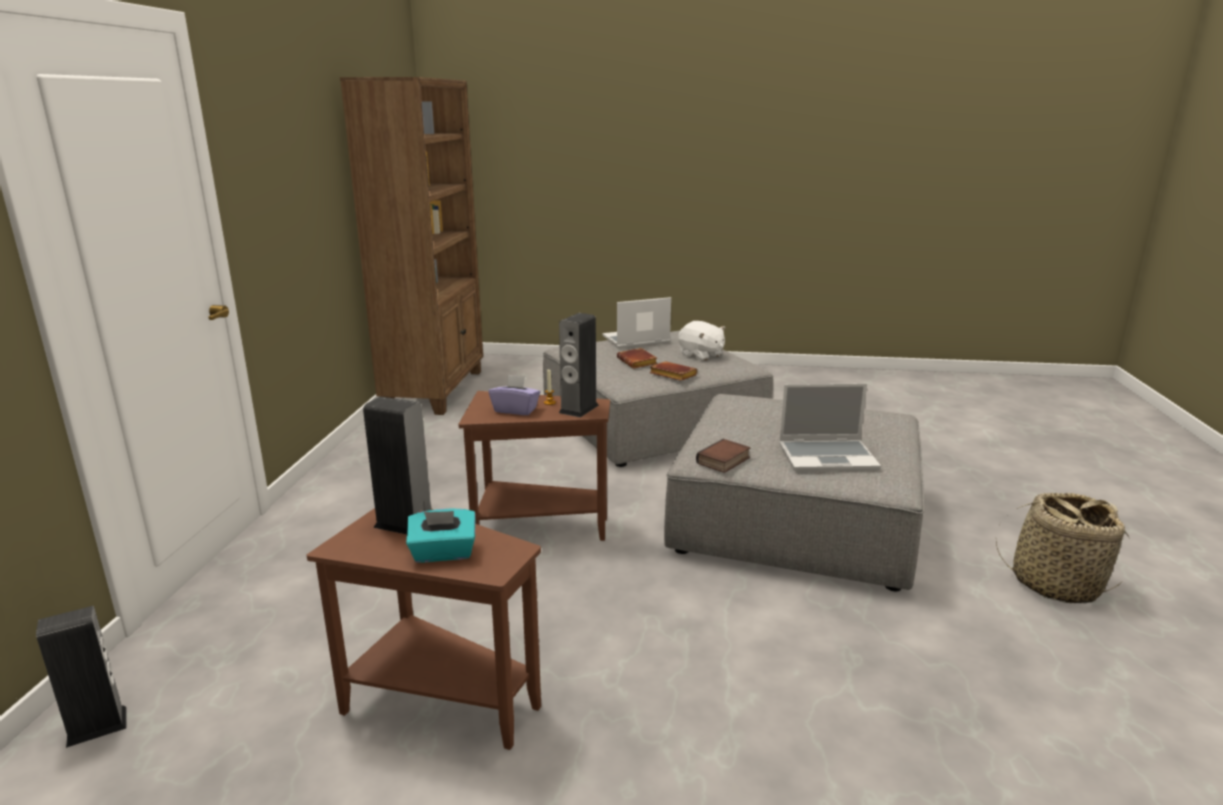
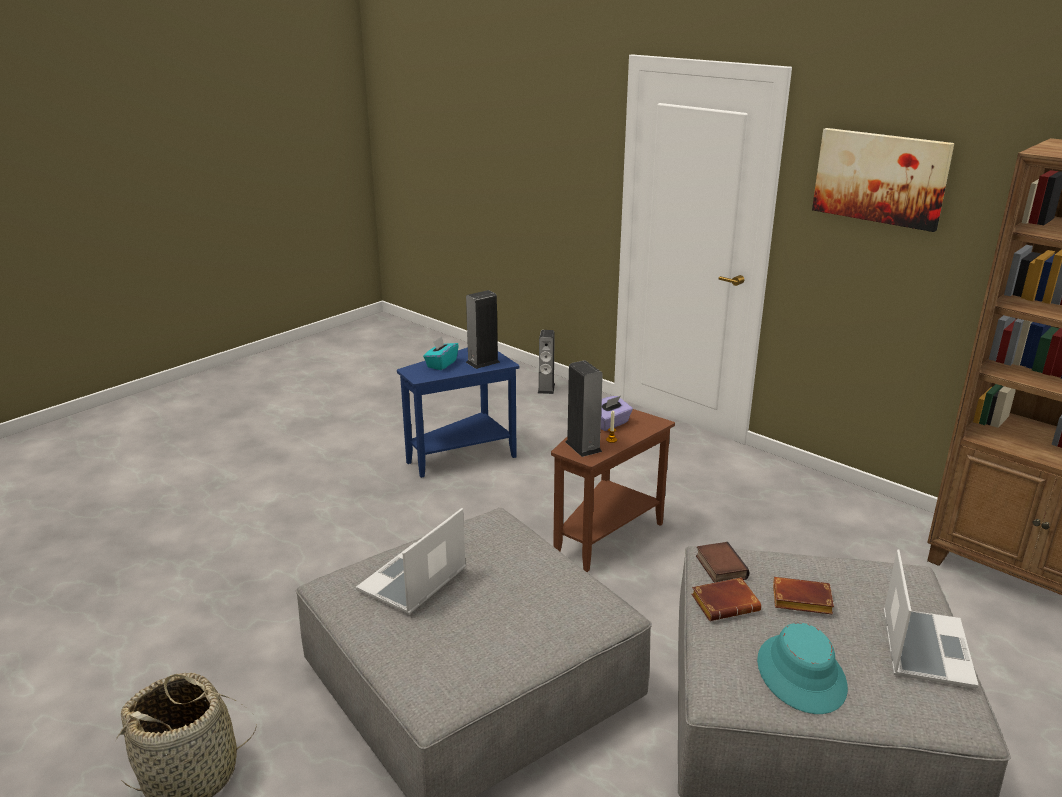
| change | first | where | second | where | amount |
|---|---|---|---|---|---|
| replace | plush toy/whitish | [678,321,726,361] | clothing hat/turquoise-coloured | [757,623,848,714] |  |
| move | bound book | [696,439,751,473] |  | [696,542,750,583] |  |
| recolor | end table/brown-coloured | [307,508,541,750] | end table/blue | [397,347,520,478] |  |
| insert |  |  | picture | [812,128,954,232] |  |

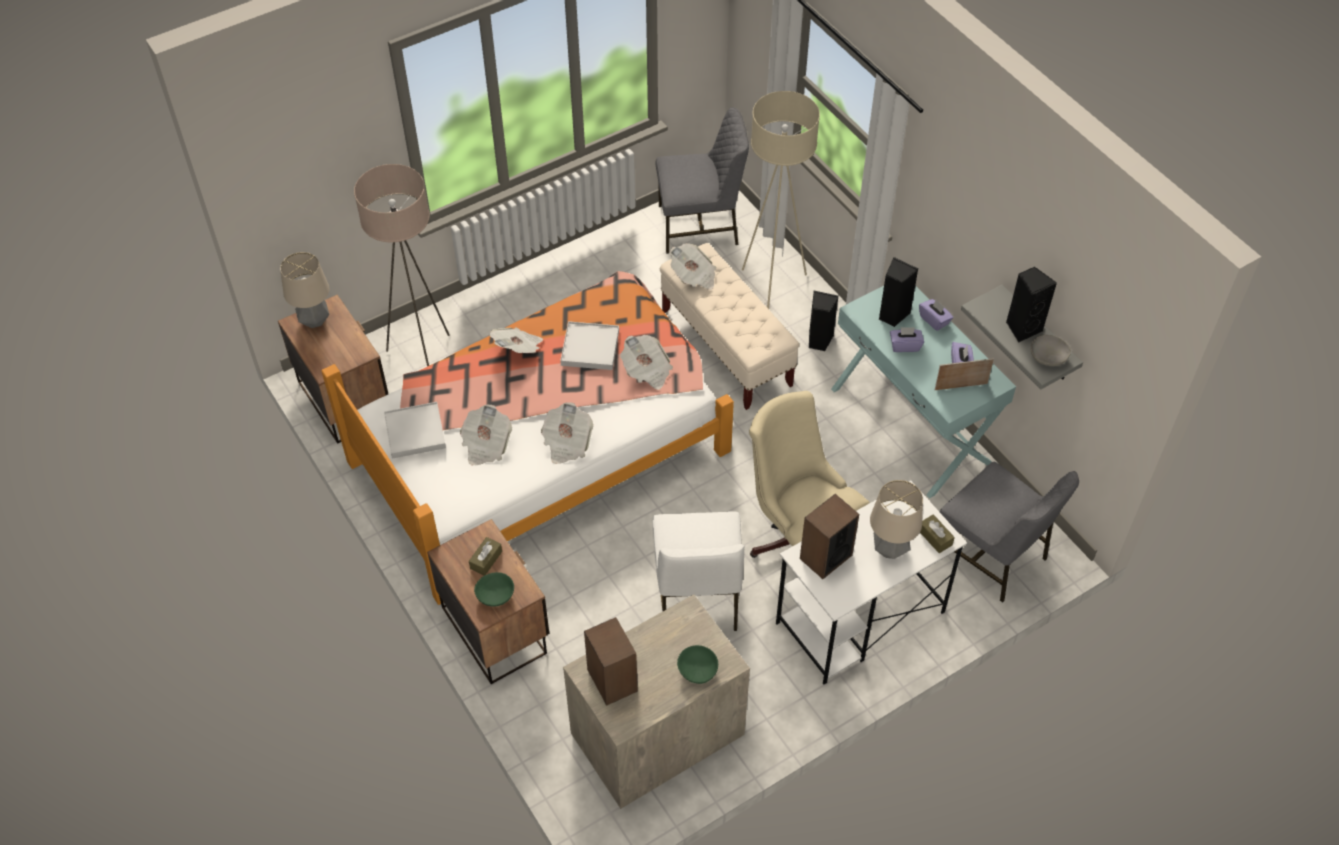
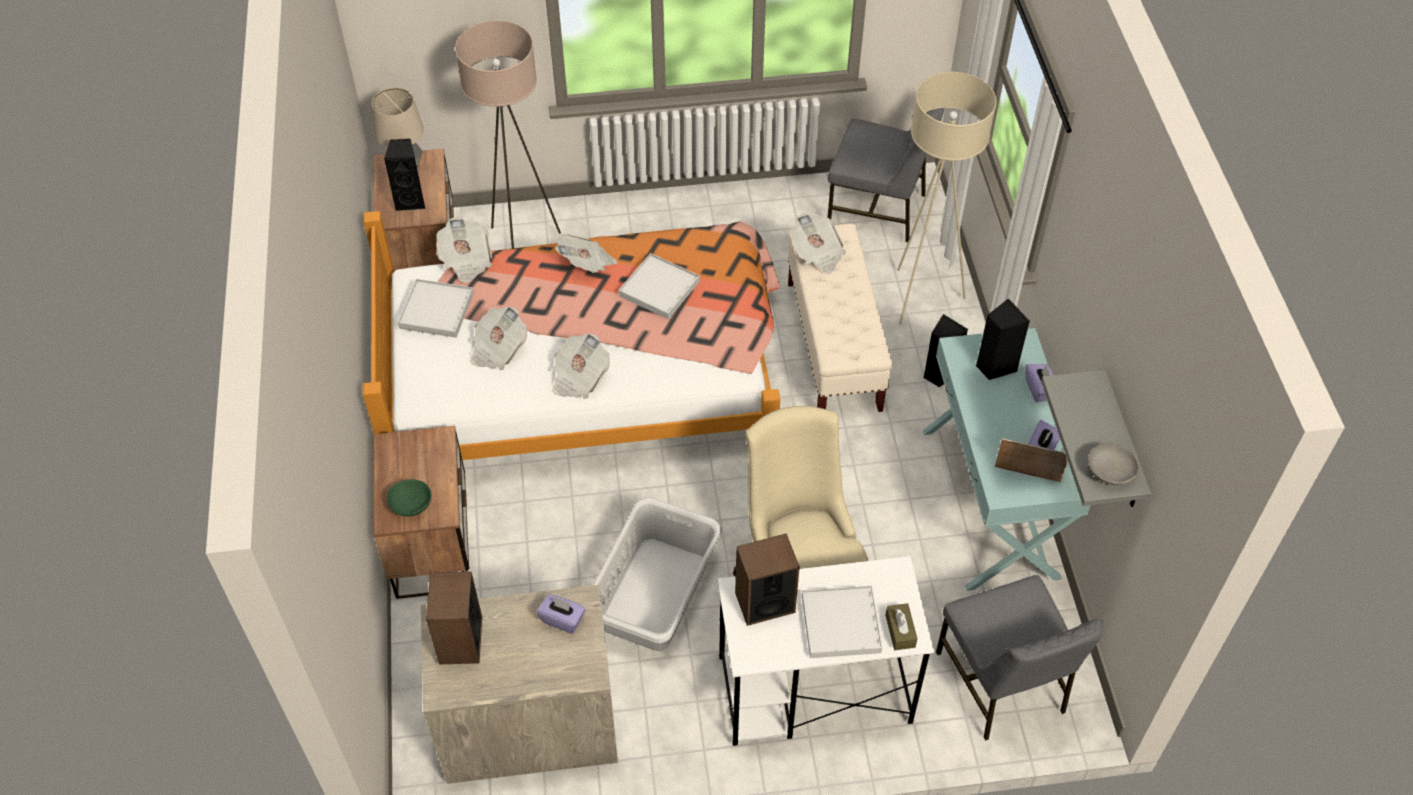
| change | first | where | second | where | amount |
|---|---|---|---|---|---|
| move | loudspeaker/black | [1006,267,1057,342] |  | [384,139,425,211] |  |
| move | tissue box/purplish | [890,327,924,352] |  | [536,594,586,634] |  |
| move | printed paper | [620,335,673,390] |  | [436,217,492,283] |  |
| replace | tabletop lamp | [870,480,923,559] | serving tray/whitish | [802,585,882,658] |  |
| replace | chair/whitish | [652,511,744,631] | laundry basket/greyish | [593,497,721,651] |  |
| delete | tissue box/brown-coloured | [469,537,502,576] |  |  |  |
| delete | serving bowl/greenish | [677,645,718,684] |  |  |  |

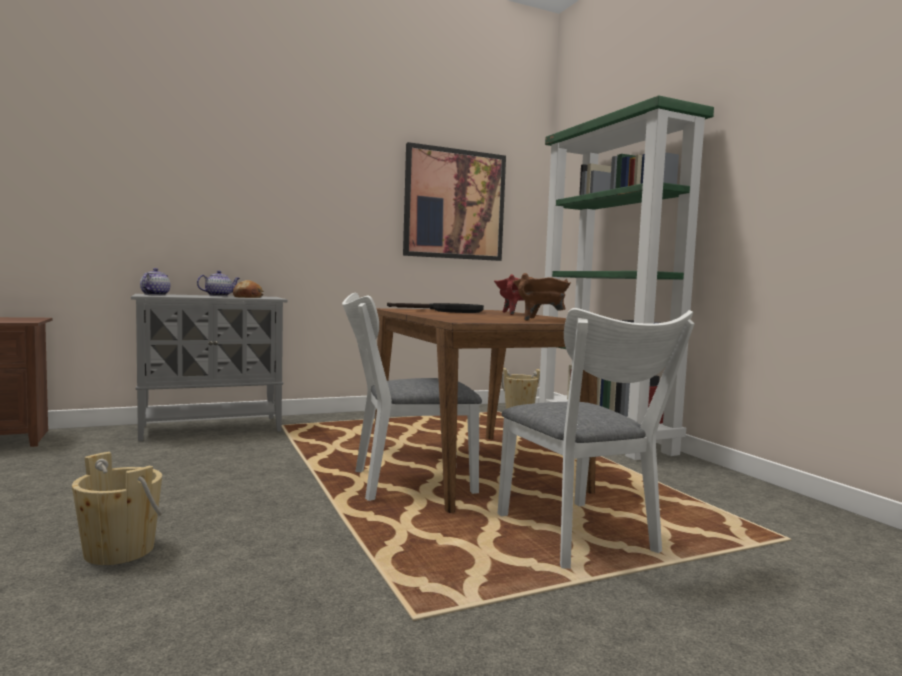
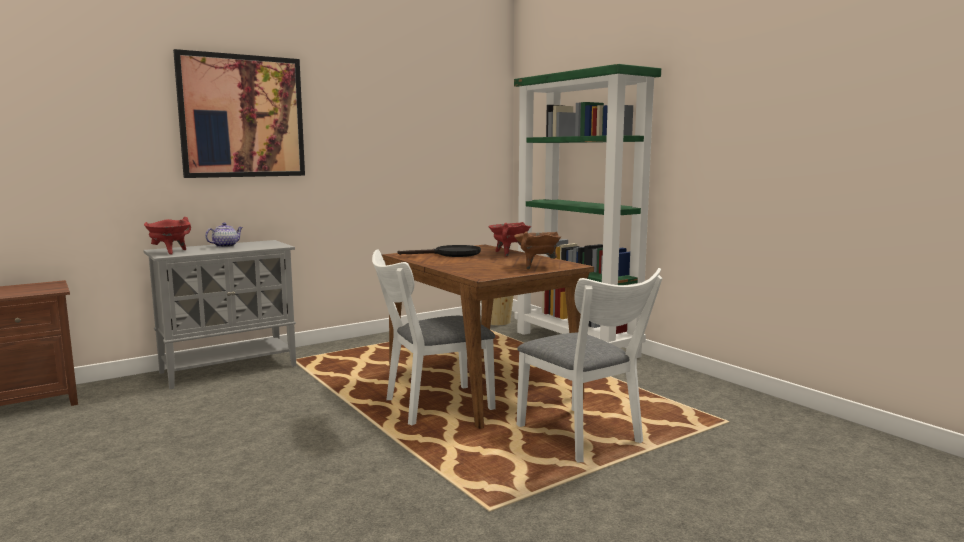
| change | first | where | second | where | amount |
|---|---|---|---|---|---|
| move | picture | [403,142,506,261] |  | [173,49,305,178] |  |
| replace | teapot | [140,268,170,295] | cooking pot/reddish | [144,217,191,255] |  |
| delete | bakery bread | [233,280,264,298] |  |  |  |
| delete | bucket/beige-coloured | [72,452,162,565] |  |  |  |

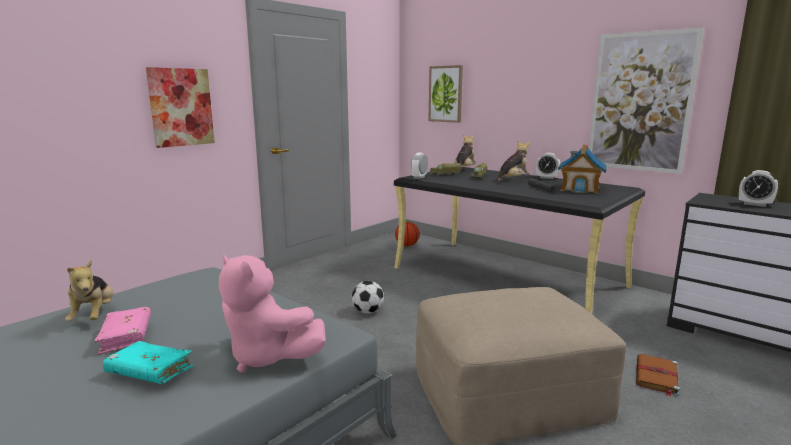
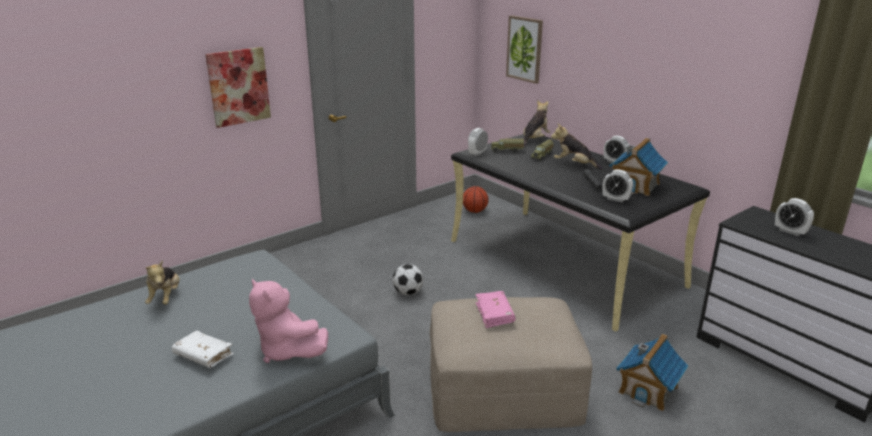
| change | first | where | second | where | amount |
|---|---|---|---|---|---|
| delete | picture | [589,27,704,174] |  |  |  |
| rotate | plush toy | [496,141,531,184] |  | [551,123,603,170] | 120 degrees counterclockwise |
| move | bound book/pink | [94,307,151,355] |  | [476,291,516,328] |  |
| recolor | bound book/turquoise-coloured | [103,341,194,384] | bound book/whitish | [172,331,234,368] |  |
| replace | bound book/brown-coloured | [636,354,680,397] | miniature house | [616,333,688,411] |  |
| insert |  |  | table clock | [602,169,633,203] |  |

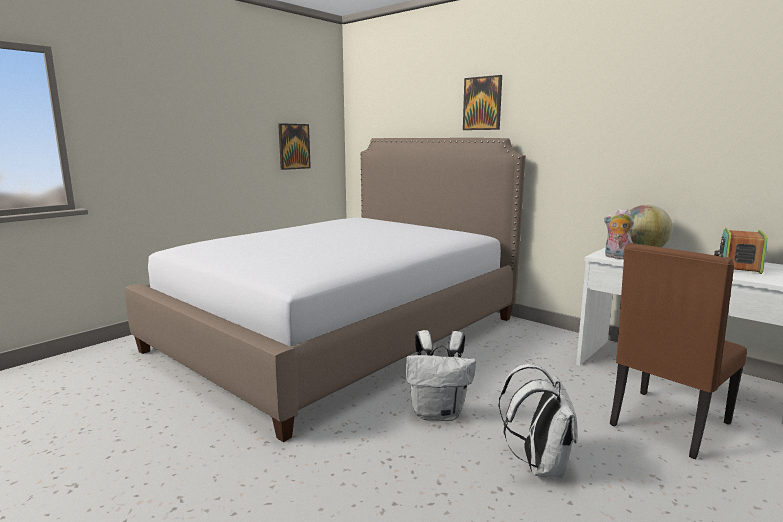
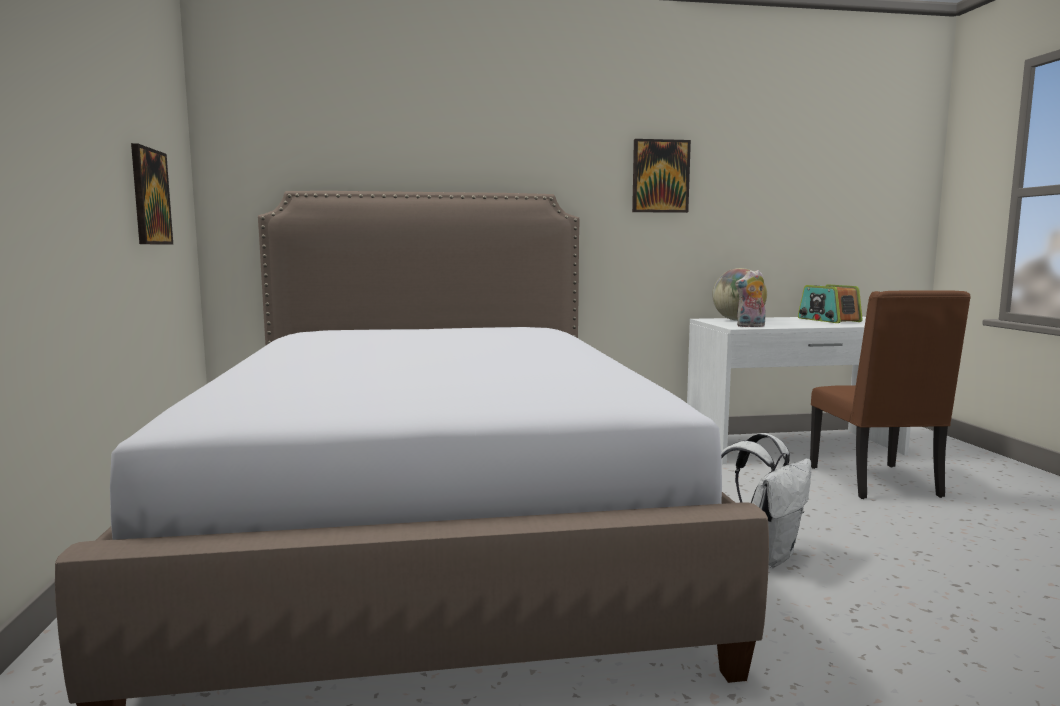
| change | first | where | second | where | amount |
|---|---|---|---|---|---|
| move | picture | [463,75,502,130] |  | [632,139,691,213] |  |
| delete | rucksack/whitish | [499,364,578,479] |  |  |  |

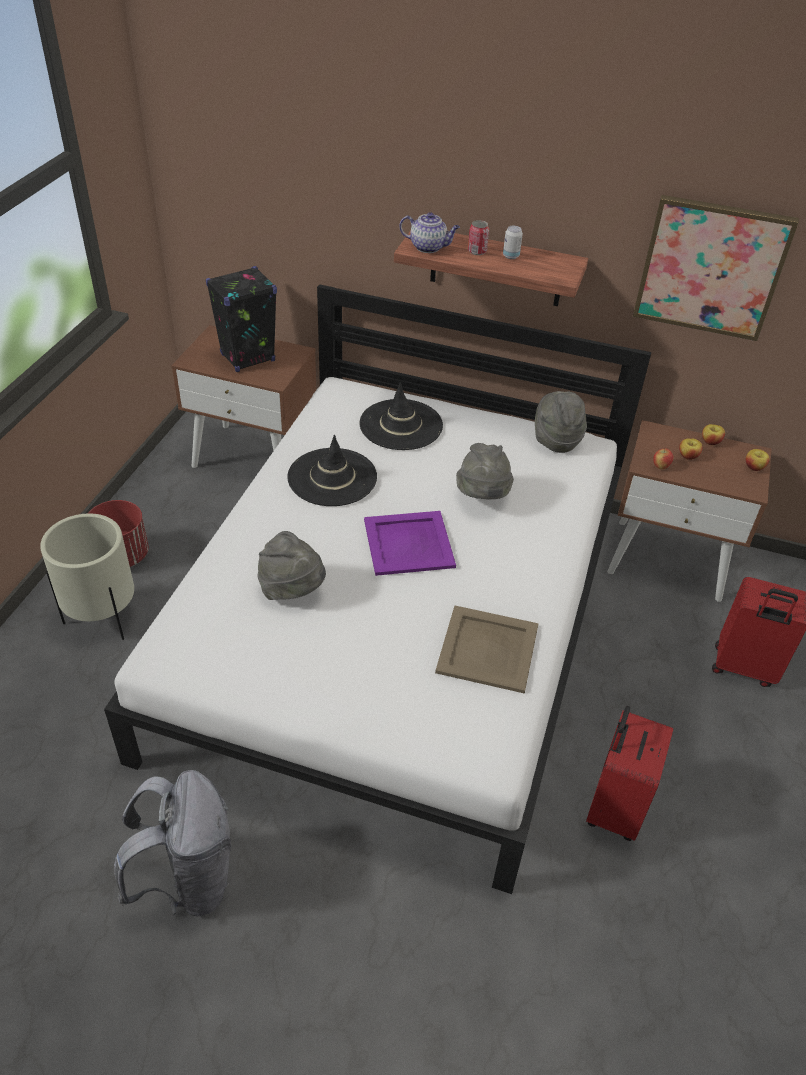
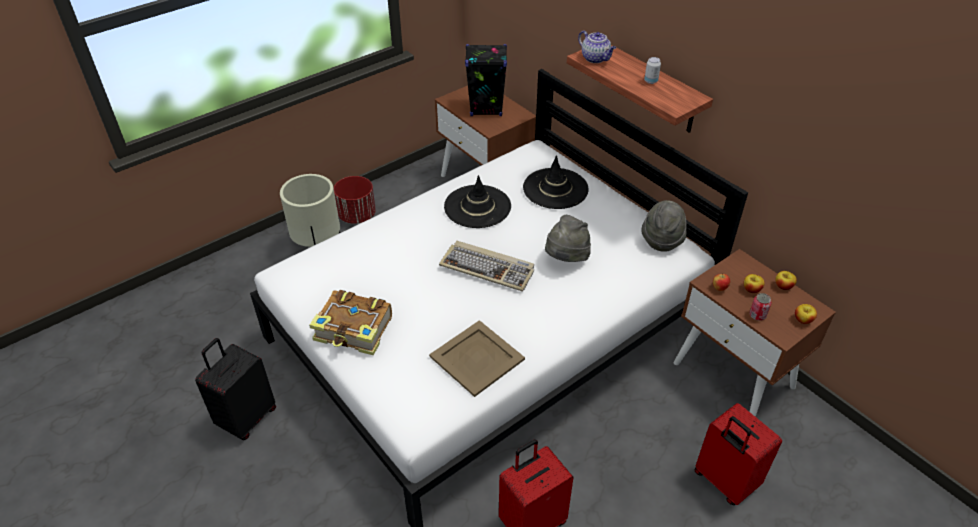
| change | first | where | second | where | amount |
|---|---|---|---|---|---|
| delete | picture | [633,195,799,341] |  |  |  |
| move | can | [468,220,489,255] |  | [749,293,772,321] |  |
| replace | serving tray/purplish | [364,511,456,576] | PC keyboard | [439,241,534,292] |  |
| delete | clothing hat/greyish | [257,531,326,600] |  |  |  |
| replace | rucksack/greyish | [114,770,231,916] | suitcase/black | [195,338,276,440] |  |
| insert |  |  | bound book | [309,290,392,356] |  |

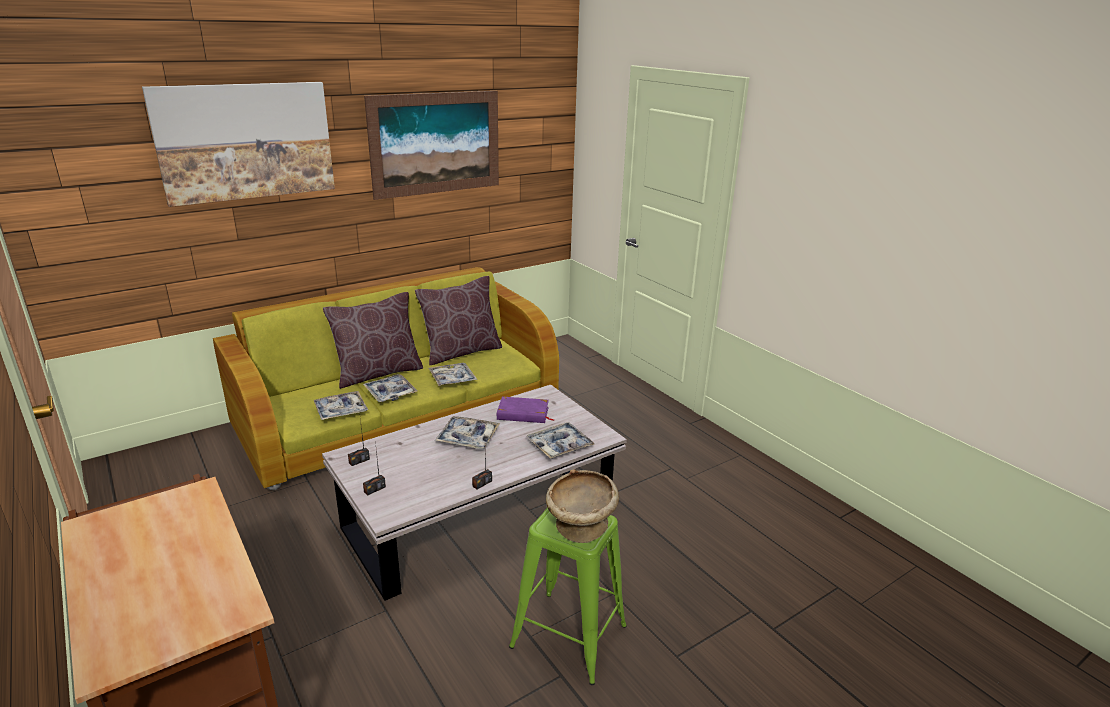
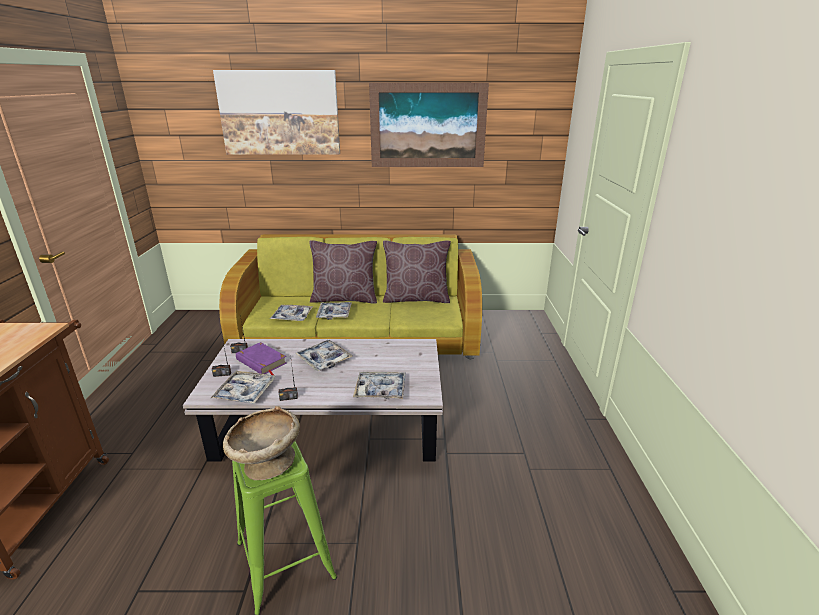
| change | first | where | second | where | amount |
|---|---|---|---|---|---|
| move | serving tray | [429,363,477,386] |  | [211,371,275,404] |  |
| move | bound book/purplish | [497,397,554,423] |  | [236,342,287,375] |  |

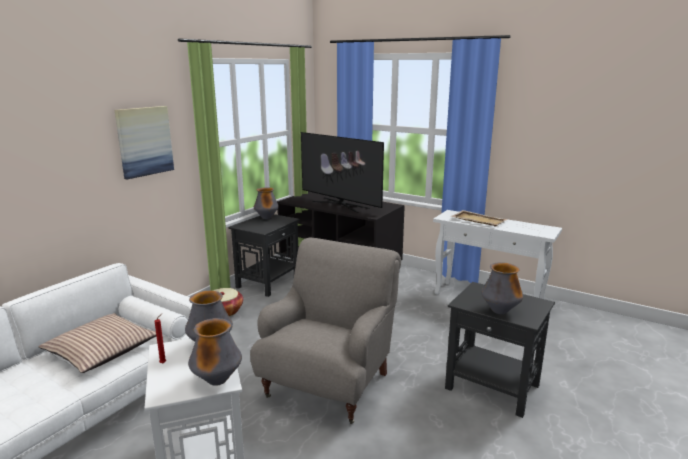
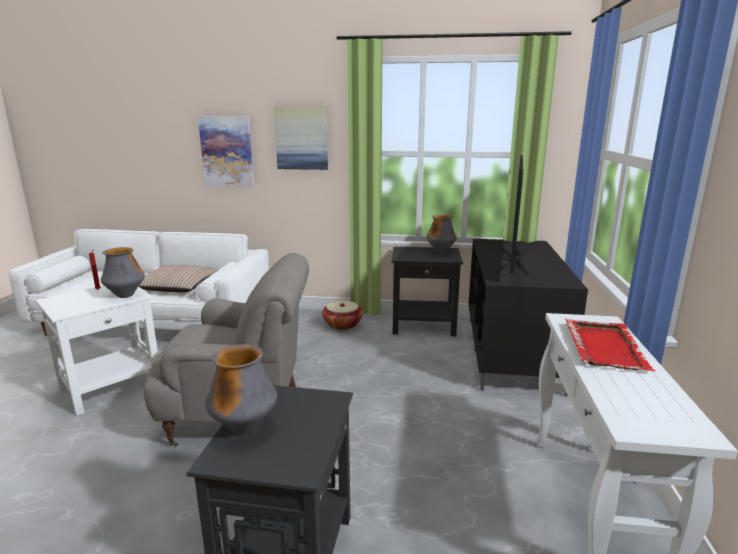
| change | first | where | second | where | amount |
|---|---|---|---|---|---|
| recolor | serving tray/beige-coloured | [451,210,508,226] | serving tray/reddish | [565,319,656,371] |  |
| delete | flower vase | [188,318,242,386] |  |  |  |
| insert |  |  | picture | [198,117,254,187] |  |

